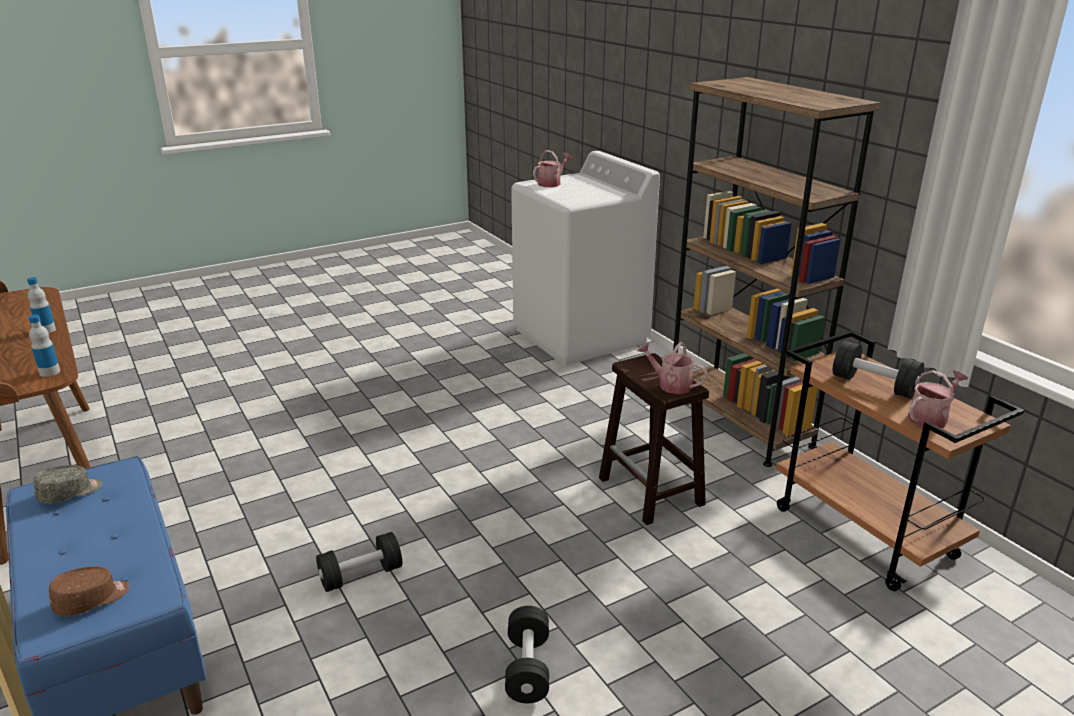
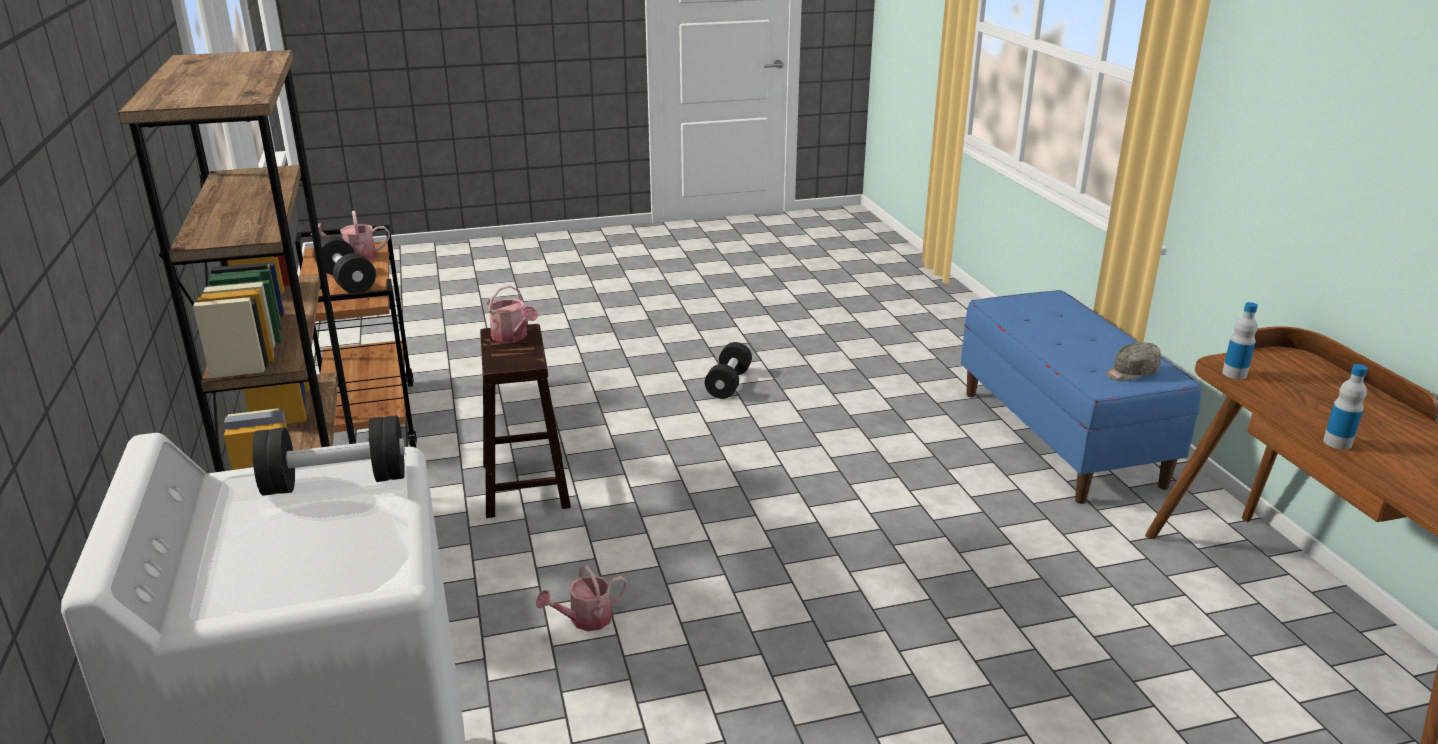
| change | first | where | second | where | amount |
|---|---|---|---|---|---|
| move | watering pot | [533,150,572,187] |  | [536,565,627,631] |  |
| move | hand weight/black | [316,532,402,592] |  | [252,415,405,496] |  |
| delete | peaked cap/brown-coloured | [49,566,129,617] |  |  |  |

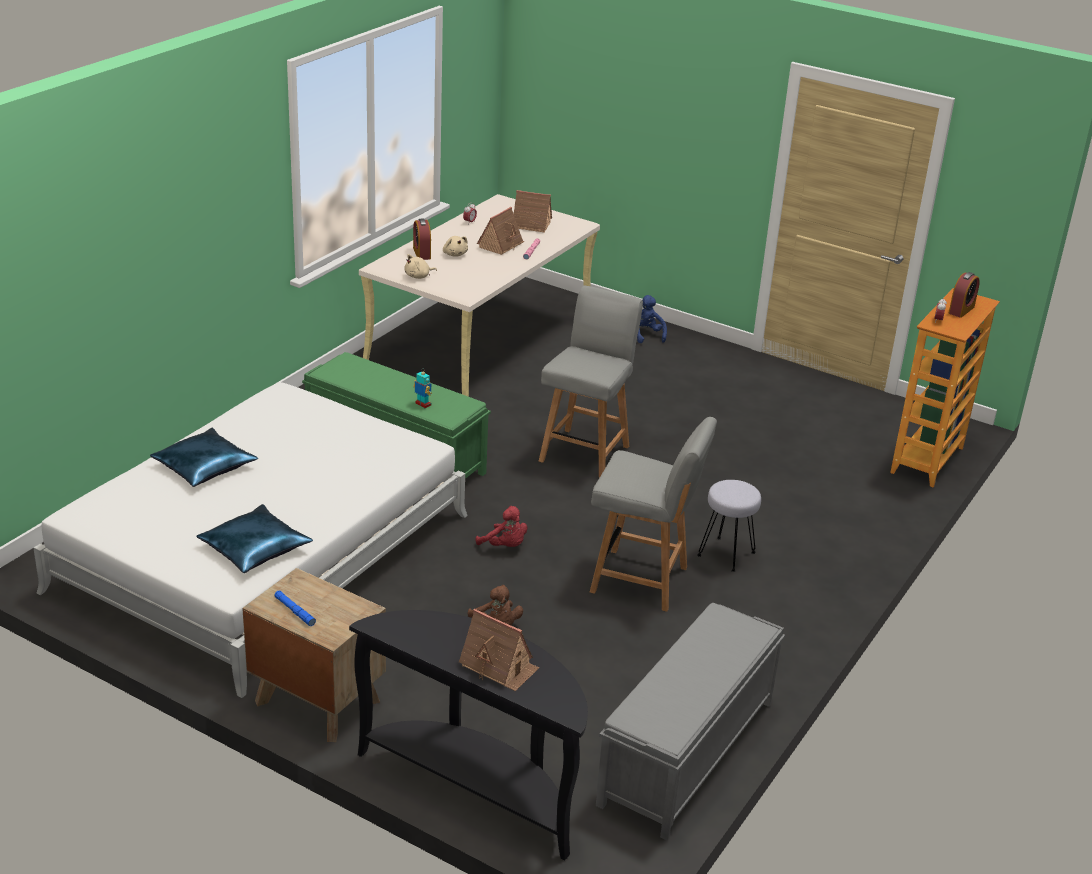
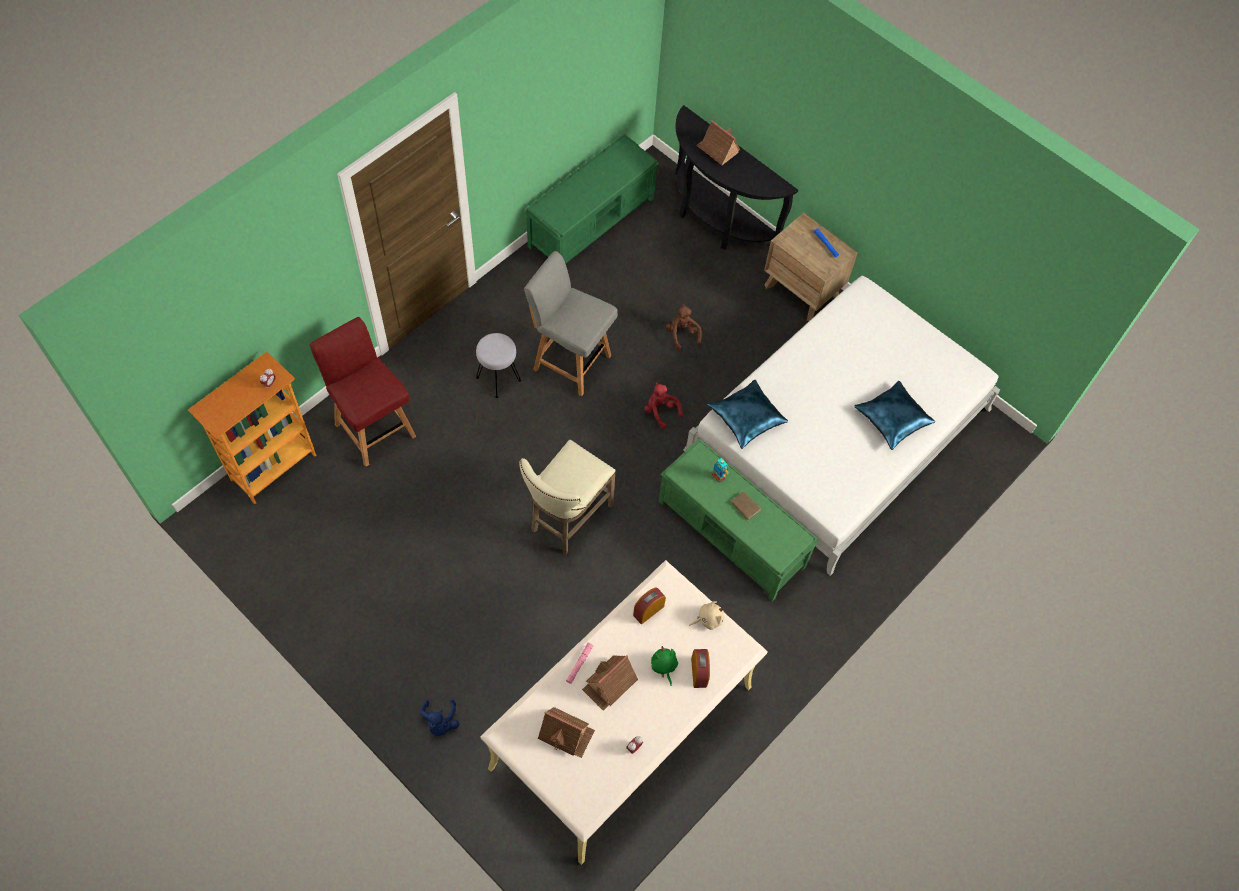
| change | first | where | second | where | amount |
|---|---|---|---|---|---|
| recolor | plush toy/beige-coloured | [443,236,468,257] | plush toy/greenish | [651,646,678,686] |  |
| move | table clock | [949,272,980,318] |  | [633,587,666,624] |  |
| replace | chair/greyish | [539,286,643,478] | stool seat/beige-coloured | [519,440,616,554] |  |
| move | pillow/blue | [196,504,313,573] |  | [707,380,788,449] |  |
| recolor | bench/greyish | [596,603,785,841] | bench/greenish | [525,134,659,264] |  |
| insert |  |  | chair/reddish | [310,317,416,467] |  |
| insert |  |  | bound book/brown-coloured | [731,491,761,521] |  |

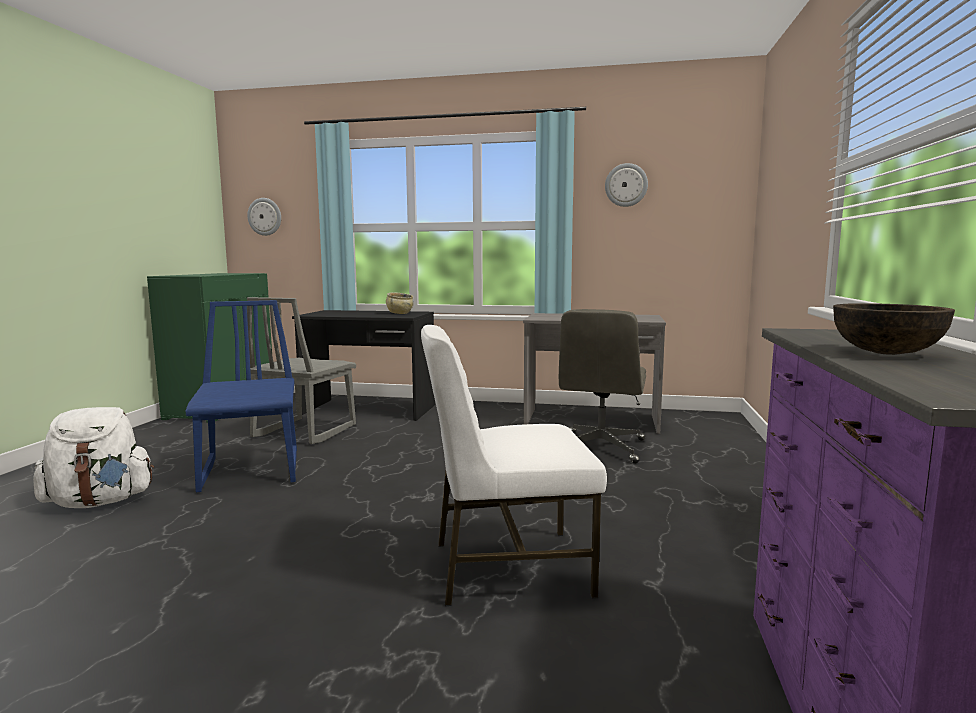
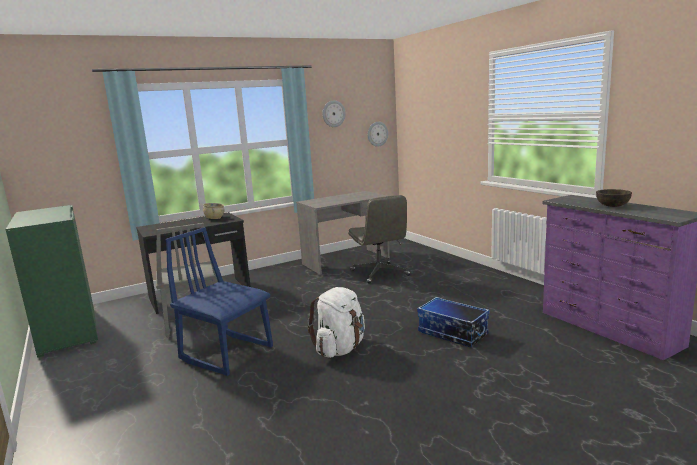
| change | first | where | second | where | amount |
|---|---|---|---|---|---|
| move | wall clock | [247,198,281,236] |  | [368,122,388,147] |  |
| replace | chair/whitish | [421,325,607,606] | storage box | [417,297,490,347] |  |
| move | rucksack/whitish | [33,407,154,508] |  | [307,287,365,358] |  |

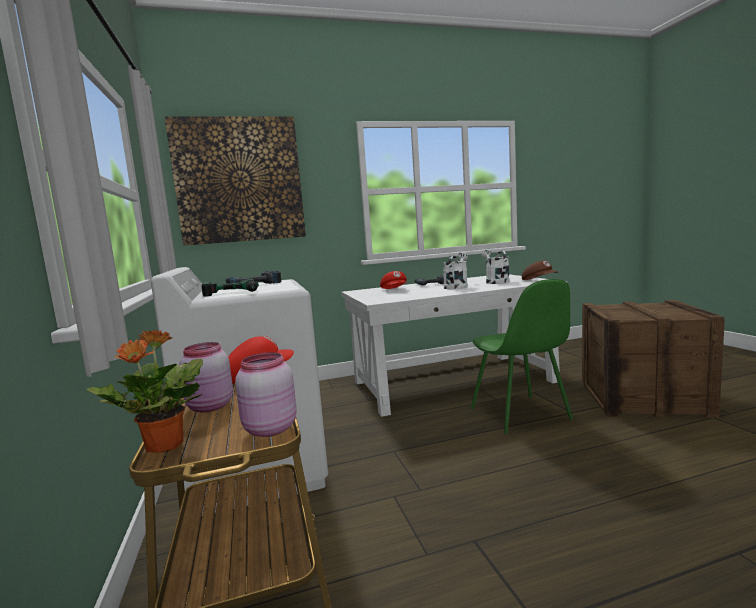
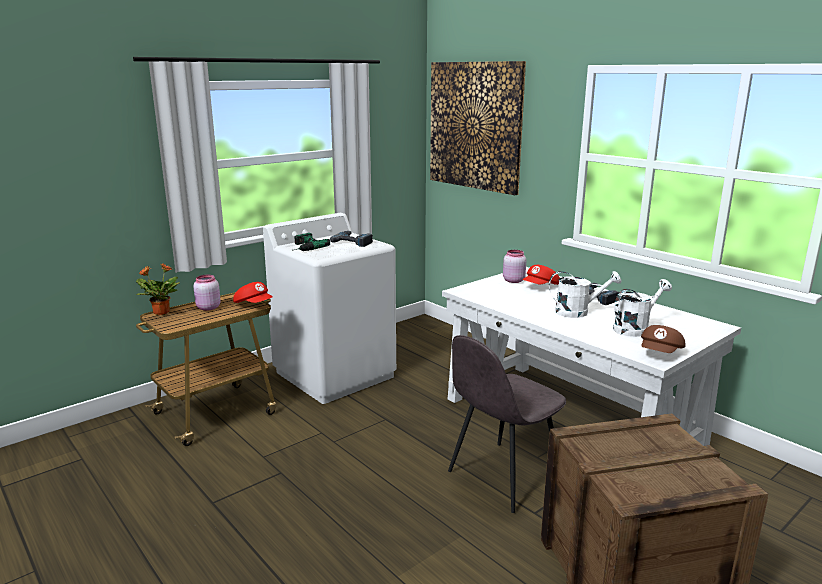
| change | first | where | second | where | amount |
|---|---|---|---|---|---|
| recolor | chair/greenish | [471,279,573,434] | chair/greyish | [448,335,566,513] |  |
| move | preserve jar/pink | [235,352,297,437] |  | [503,250,526,283] |  |

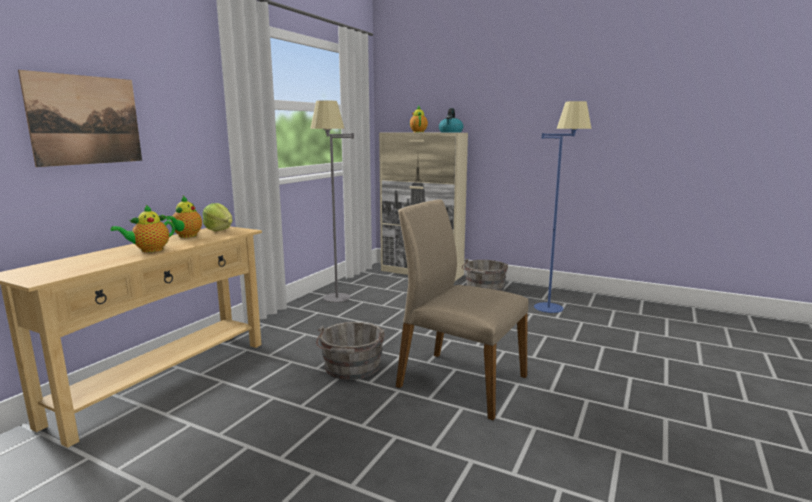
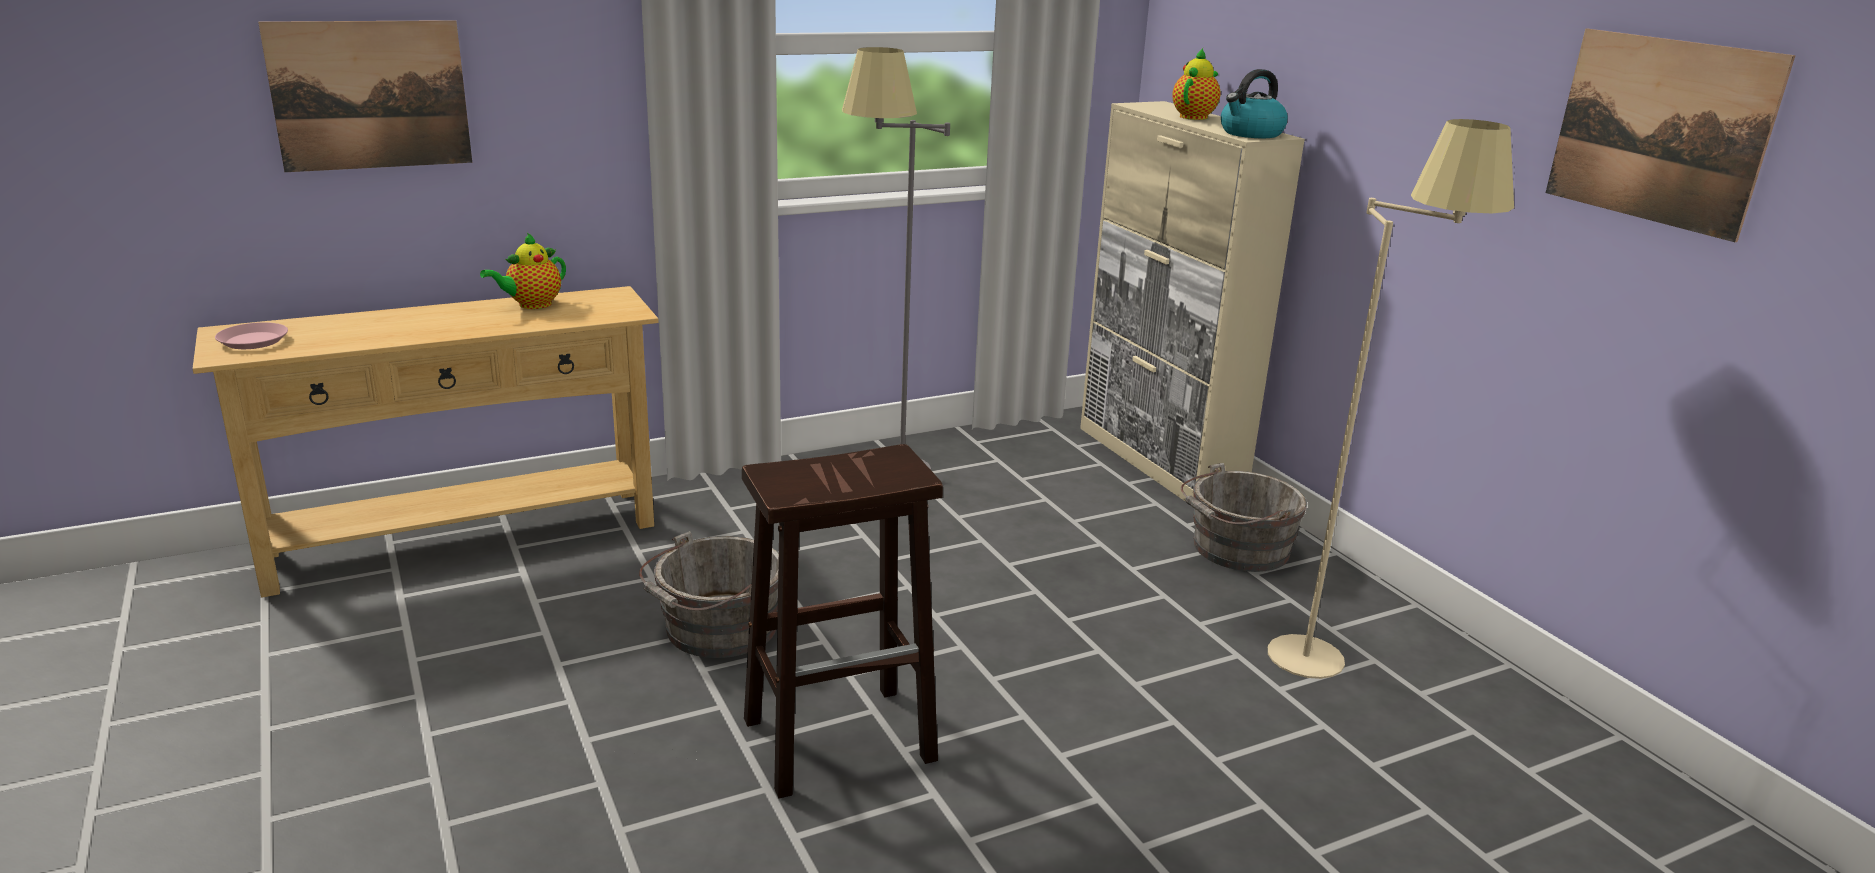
| change | first | where | second | where | amount |
|---|---|---|---|---|---|
| recolor | standard lamp/blue | [534,101,592,313] | standard lamp/beige-coloured | [1268,119,1514,679] |  |
| replace | chair/beige-coloured | [396,199,529,420] | stool seat/brown-coloured | [742,444,943,799] |  |
| delete | lettuce head | [203,203,233,231] |  |  |  |
| delete | teapot | [111,204,175,252] |  |  |  |
| insert |  |  | picture | [1546,29,1796,242] |  |
| insert |  |  | dinner plate/pink | [215,322,288,349] |  |

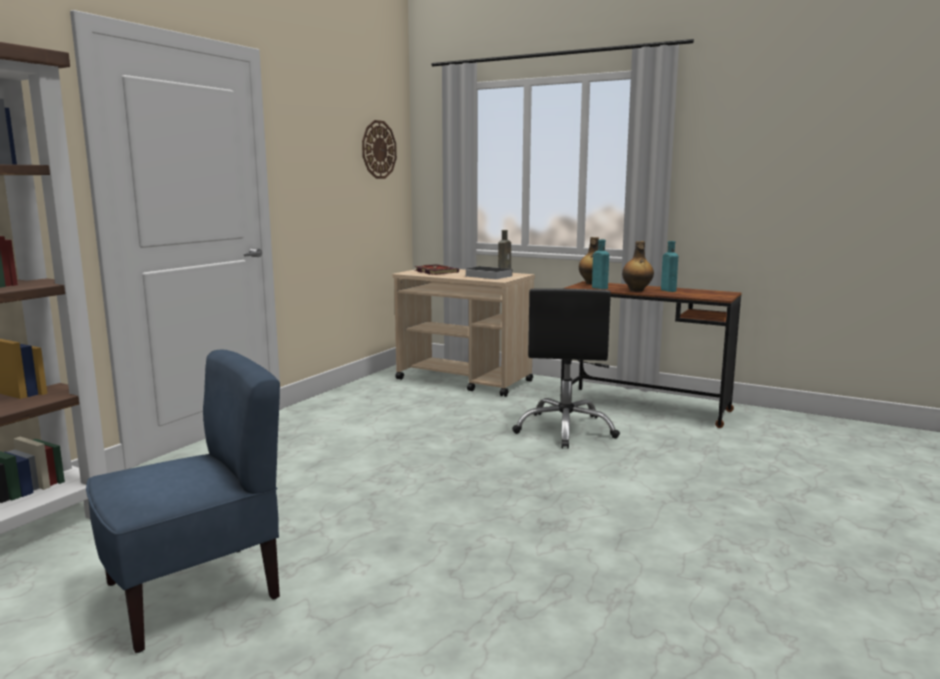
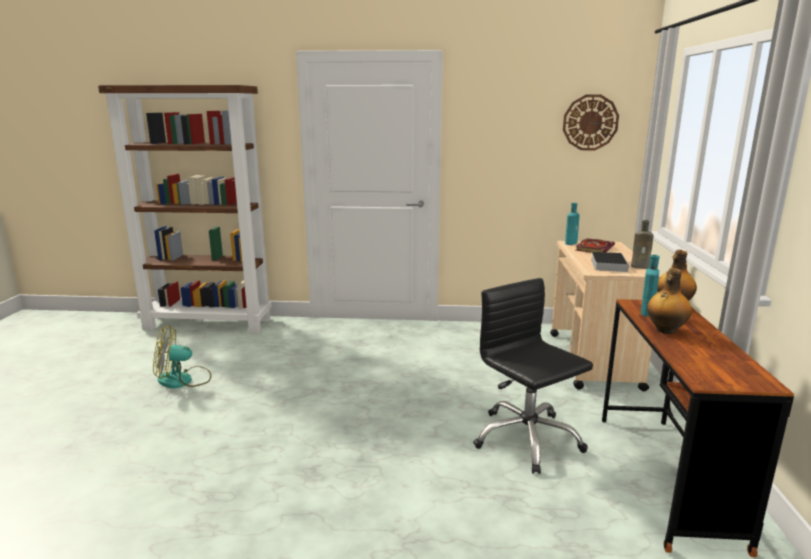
| change | first | where | second | where | amount |
|---|---|---|---|---|---|
| move | drink bottle/turquoise-coloured | [661,241,678,292] |  | [565,203,580,245] |  |
| rotate | office chair/black | [512,288,620,449] |  | [473,278,593,474] | 75 degrees clockwise |
| replace | chair/blue | [86,350,280,653] | electric fan | [153,326,211,389] |  |

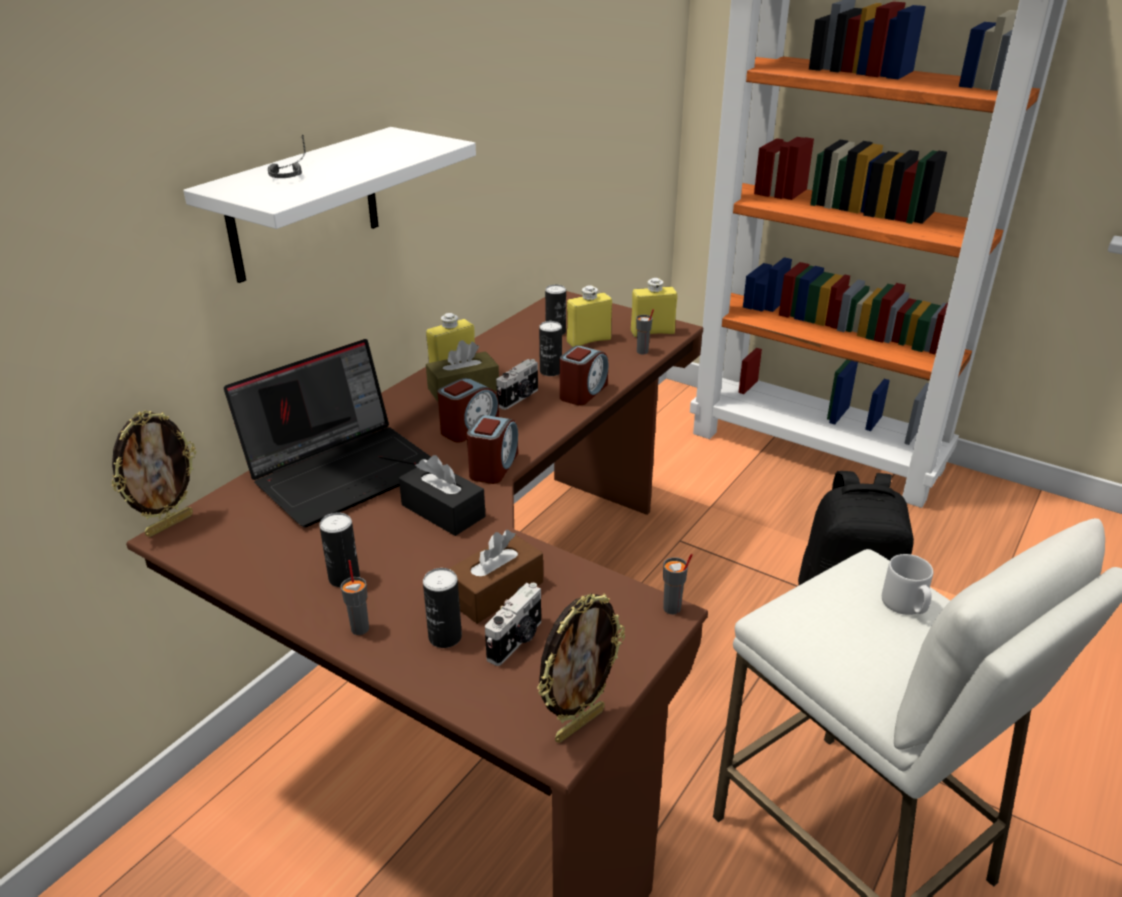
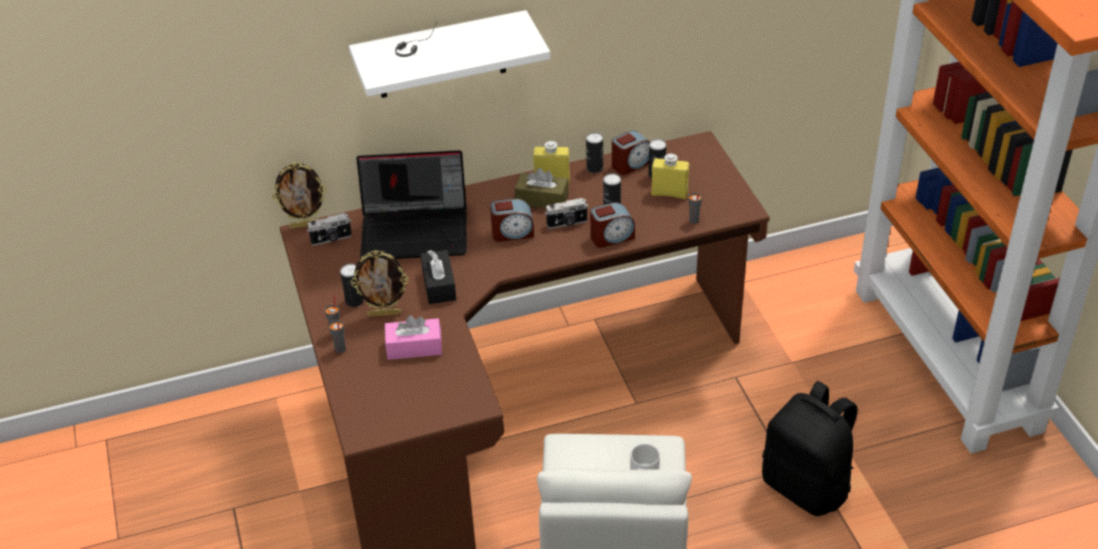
| change | first | where | second | where | amount |
|---|---|---|---|---|---|
| delete | drink bottle/yellowish | [631,278,677,337] |  |  |  |
| move | table clock | [467,415,518,484] |  | [612,130,650,175] |  |
| recolor | tissue box/brown-coloured | [449,530,543,624] | tissue box/pink | [385,315,442,360] |  |
| move | cup/greyish | [663,554,693,614] |  | [329,320,346,353] |  |
| move | can | [423,568,462,648] |  | [586,132,603,173] |  |
| move | still camera | [485,583,541,666] |  | [307,213,352,246] |  |
| move | standing frame | [537,594,625,743] |  | [351,250,409,317] |  |

